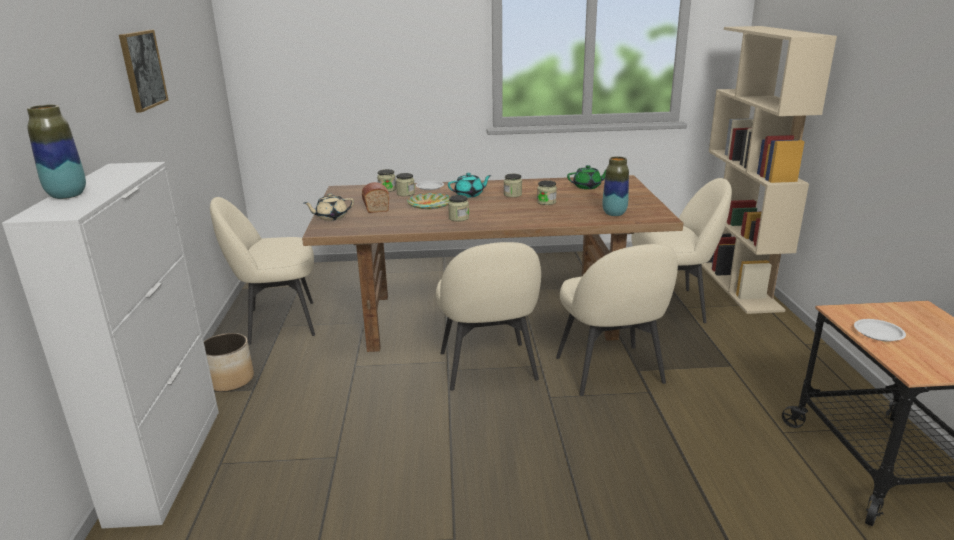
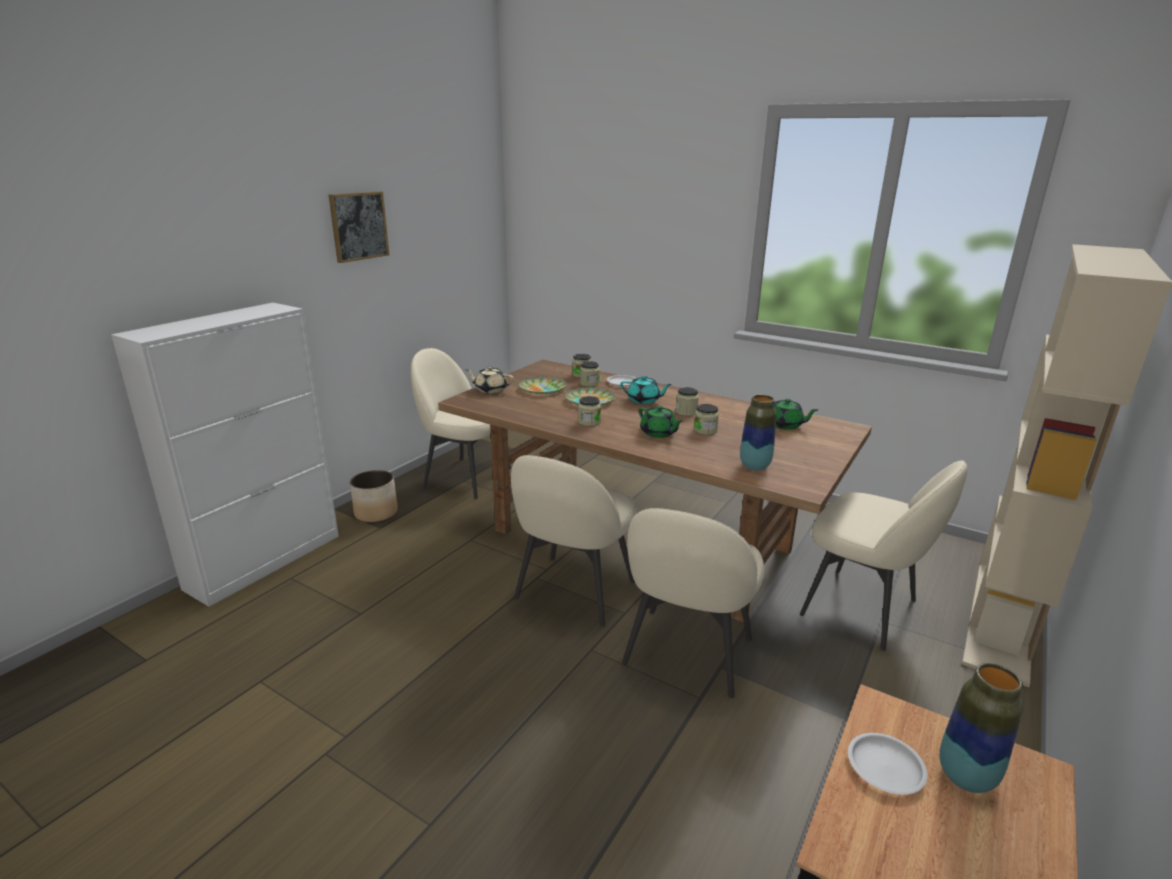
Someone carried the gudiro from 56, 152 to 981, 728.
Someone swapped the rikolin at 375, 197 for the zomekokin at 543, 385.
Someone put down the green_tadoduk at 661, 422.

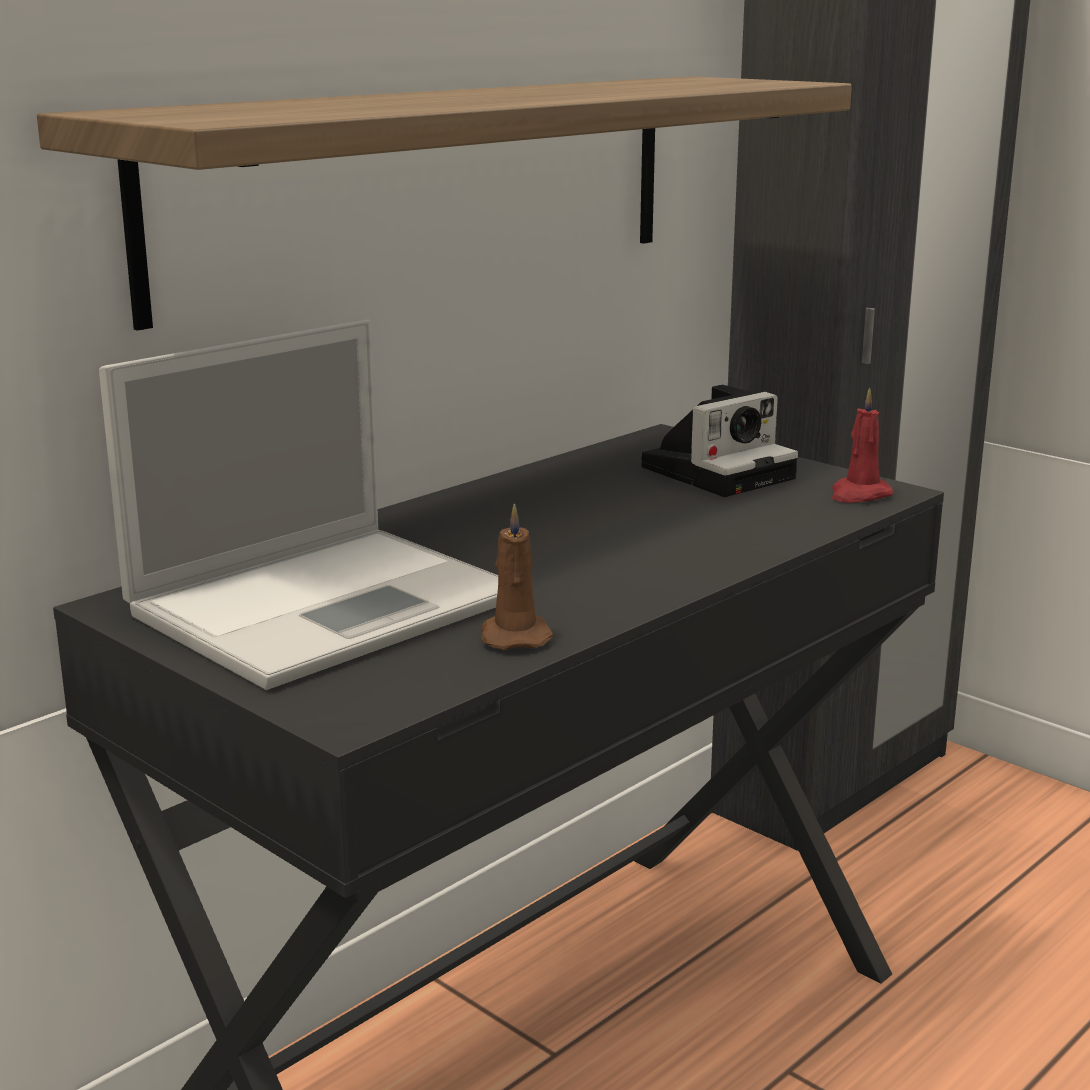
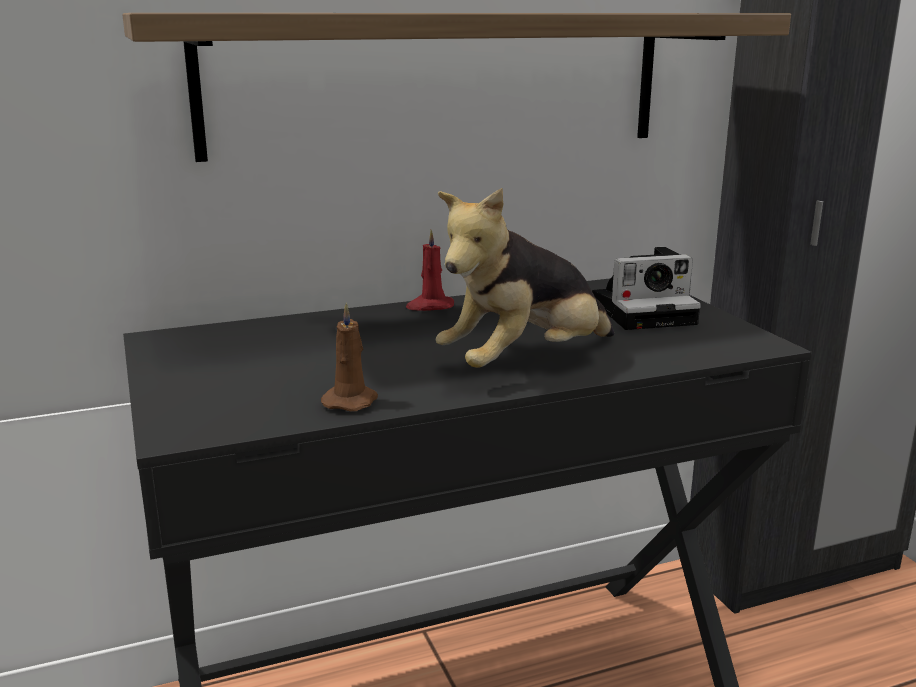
Someone took away the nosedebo at 298, 504.
Someone carried the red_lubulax from 863, 445 to 430, 270.
Someone put down the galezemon at 525, 278.

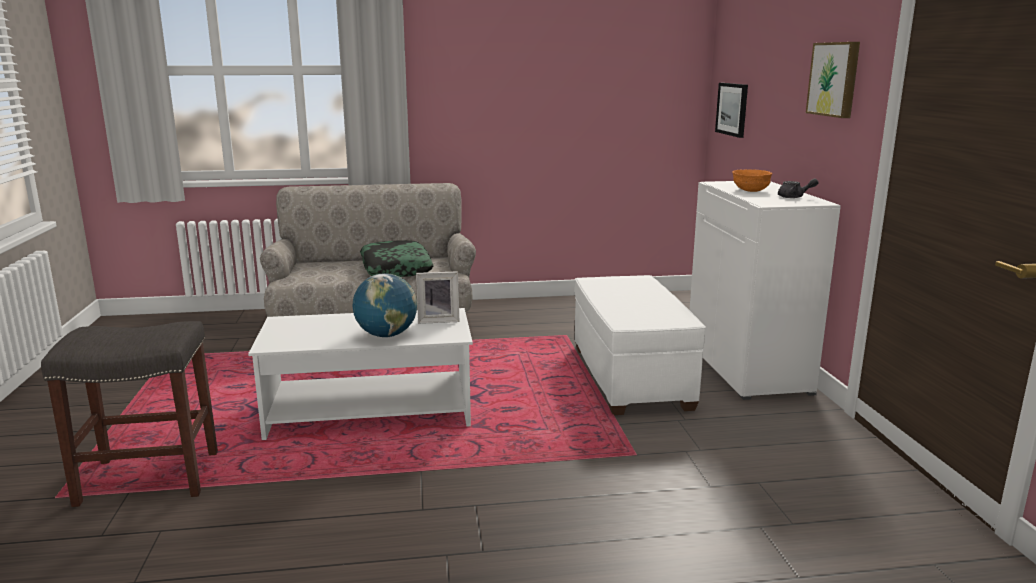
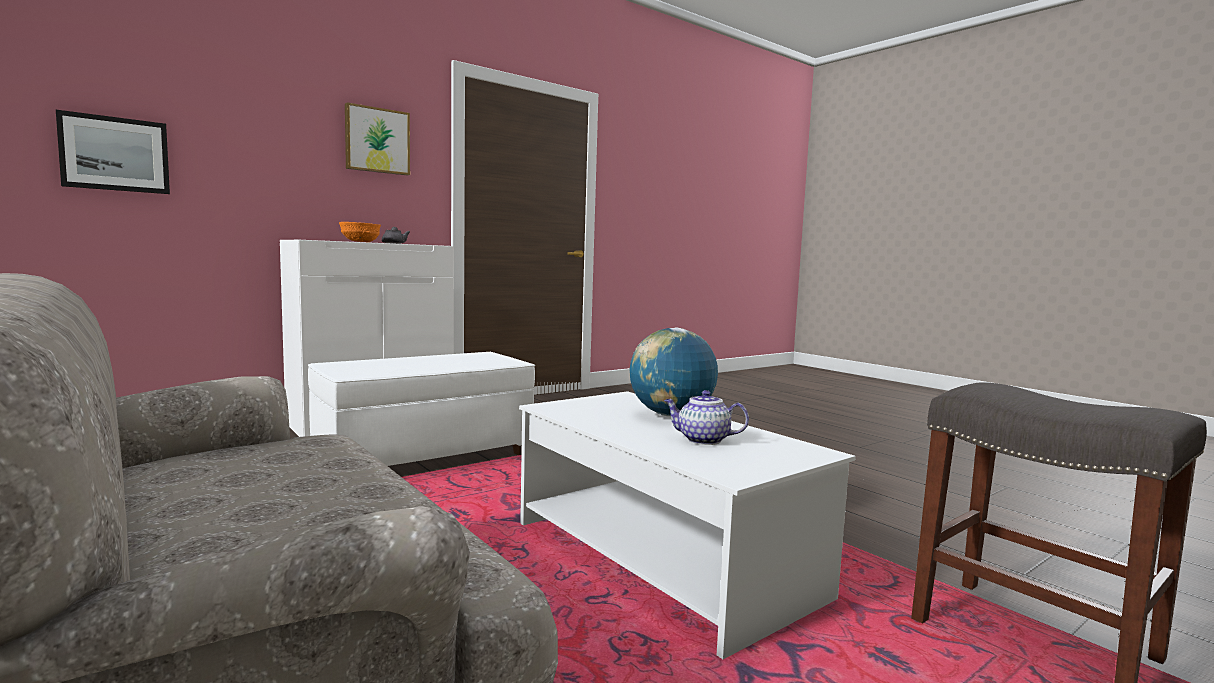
Someone took away the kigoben at 397, 258.
Someone took away the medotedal at 438, 297.
Someone put down the tadoduk at 706, 417.

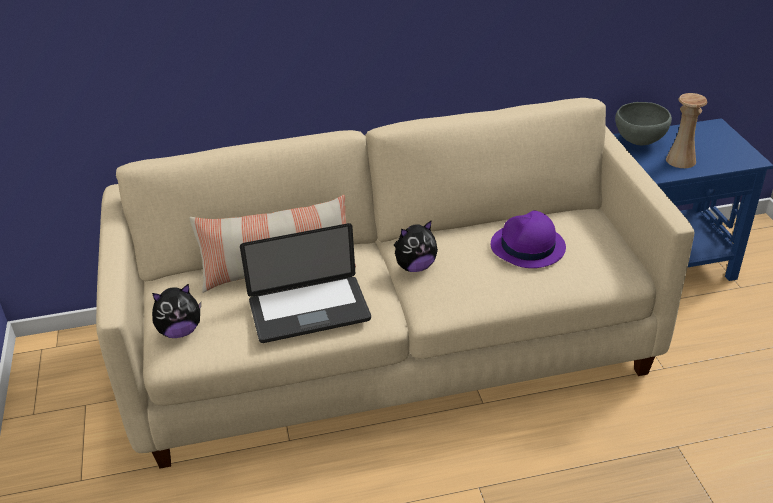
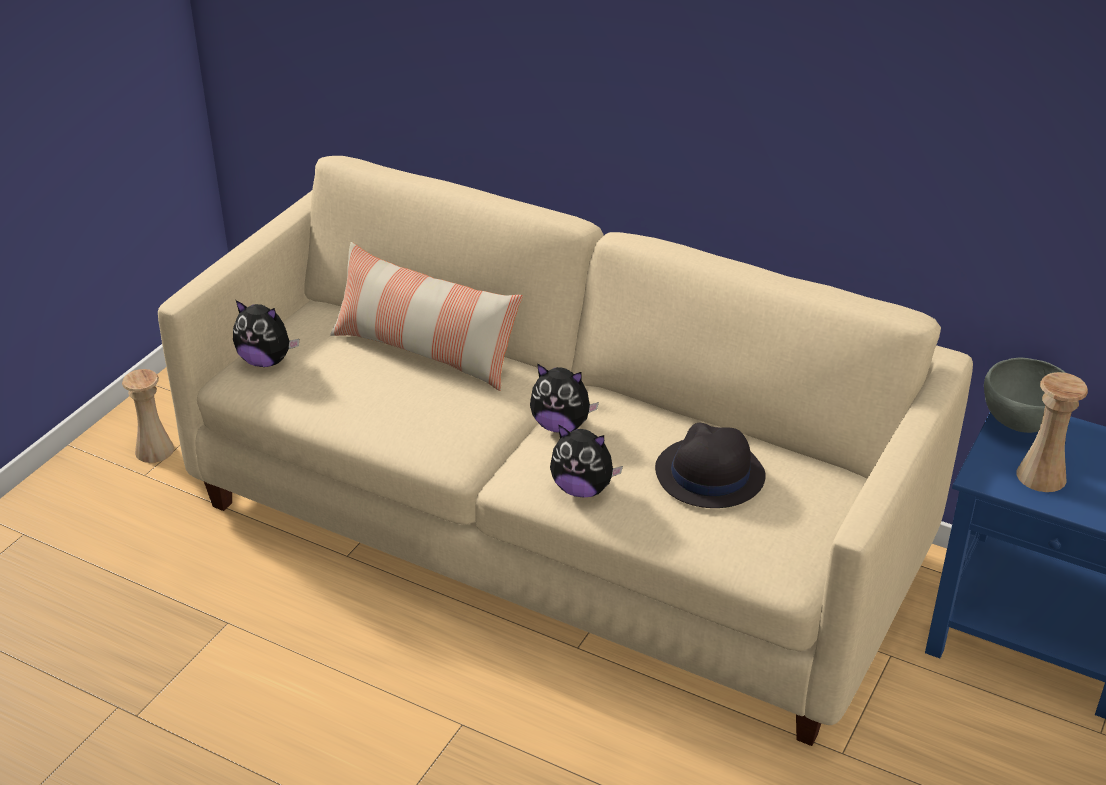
Someone repainted the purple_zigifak at 528, 239, which became the black_zigifak at 710, 465.
Someone took away the nosedebo at 305, 283.
Someone put down the beige_gudiro at 148, 416.
Someone put down the galezemon at 586, 461.

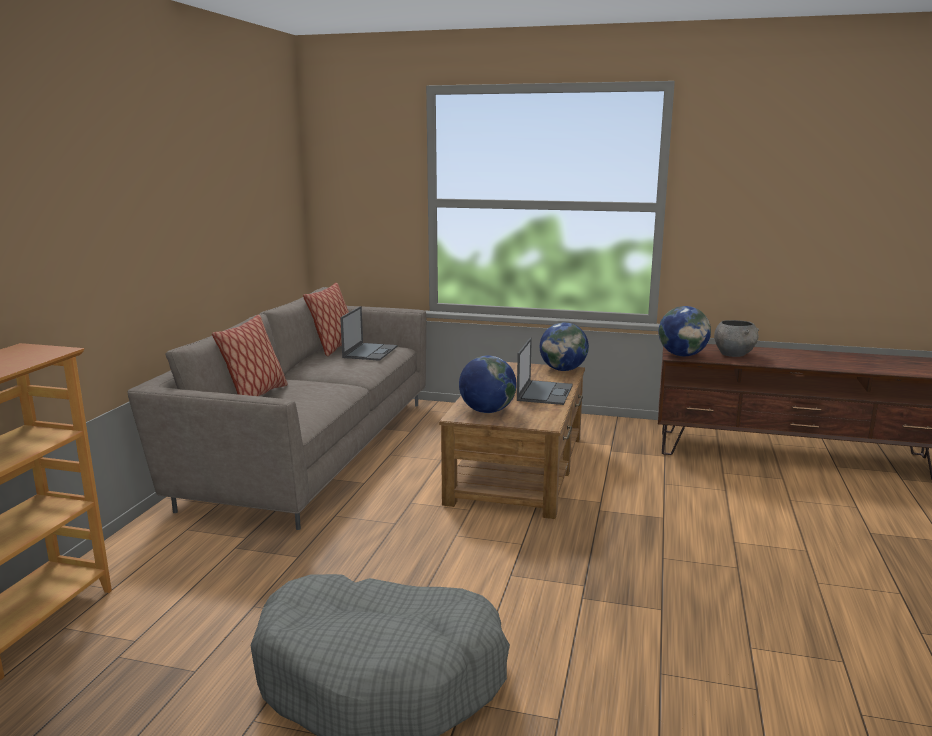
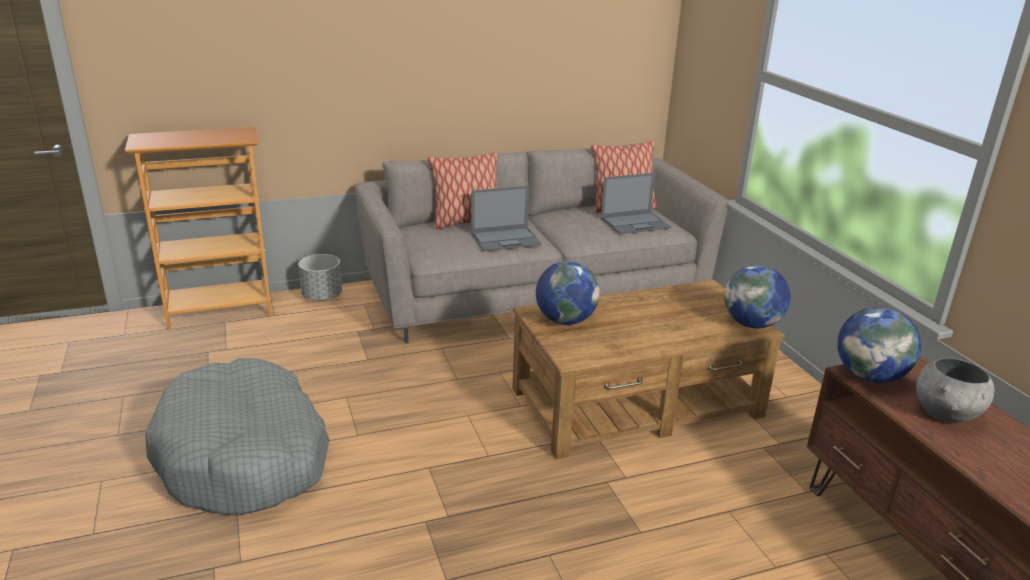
Someone carried the nosedebo from 545, 371 to 506, 218.
Someone put down the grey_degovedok at 320, 277.

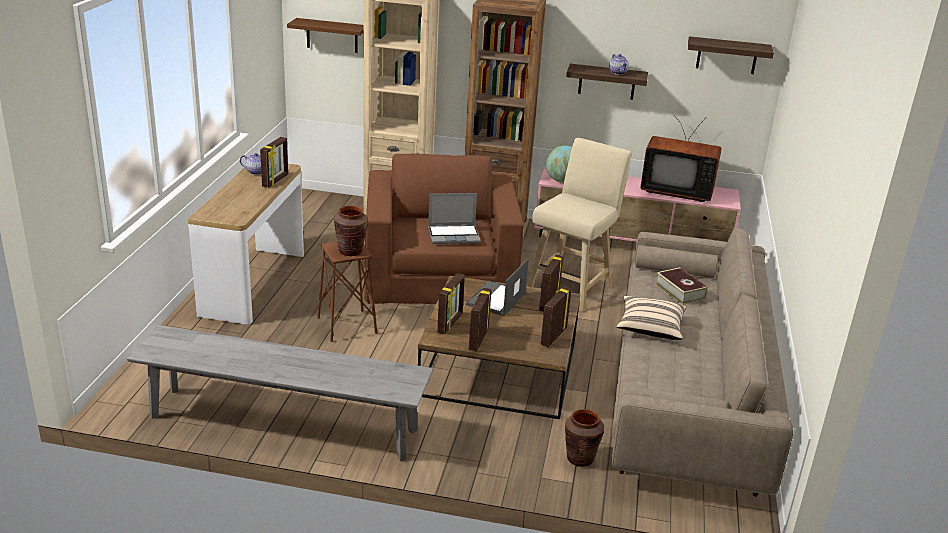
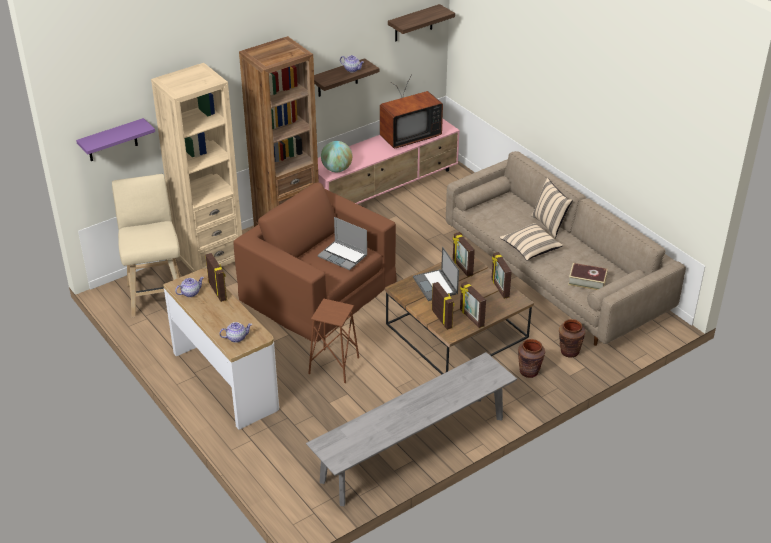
Someone repainted the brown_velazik at 325, 35, which became the purple_velazik at 115, 139.
Someone carried the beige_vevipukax from 579, 224 to 146, 245.
Someone rotated the nosedebo at 454, 218 by 90 degrees clockwise.
Someone carried the brown_gudiro from 351, 231 to 531, 358.
Someone carried the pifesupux from 681, 286 to 588, 276.
Someone put down the beige_kigoben at 552, 208.
Someone put down the tadoduk at 235, 332.

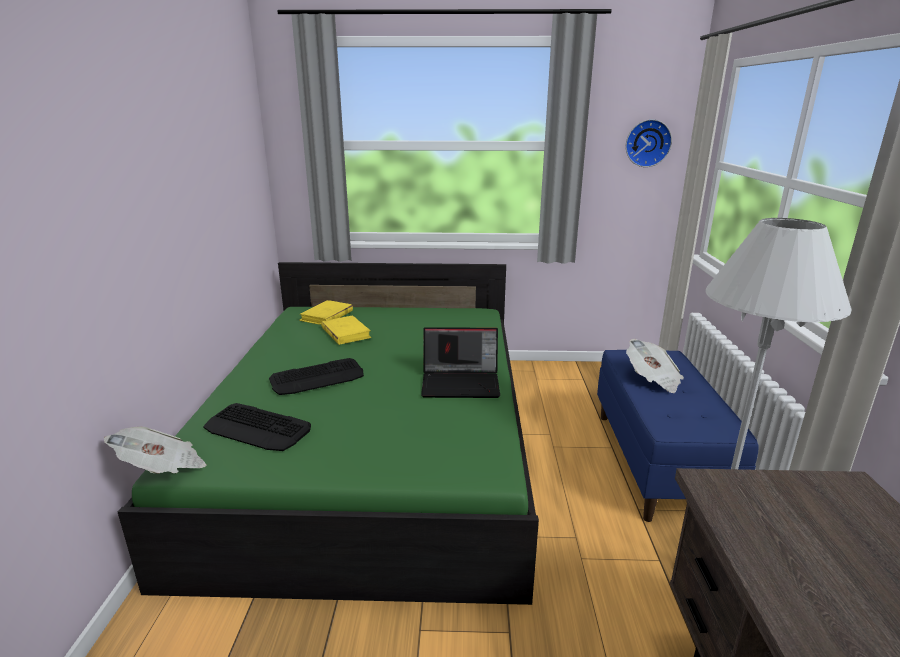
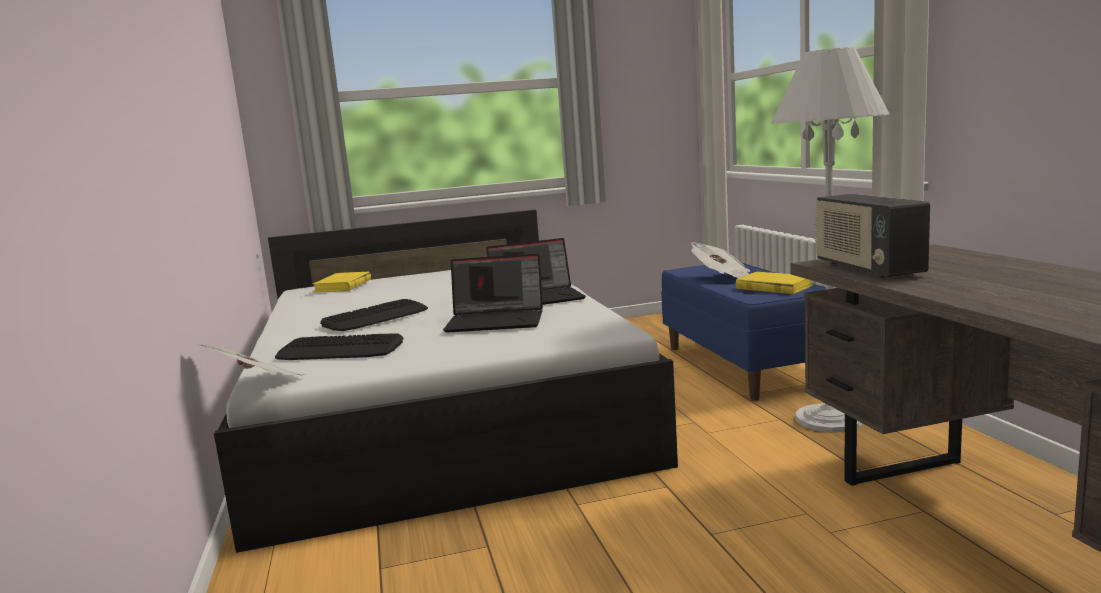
Someone took away the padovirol at 649, 143.
Someone repainted the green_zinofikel at 328, 433, which became the white_zinofikel at 446, 381.
Someone carried the yellow_pifesupux from 346, 330 to 774, 283.
Someone put down the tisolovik at 872, 236.
Someone put down the nosedebo at 493, 293.

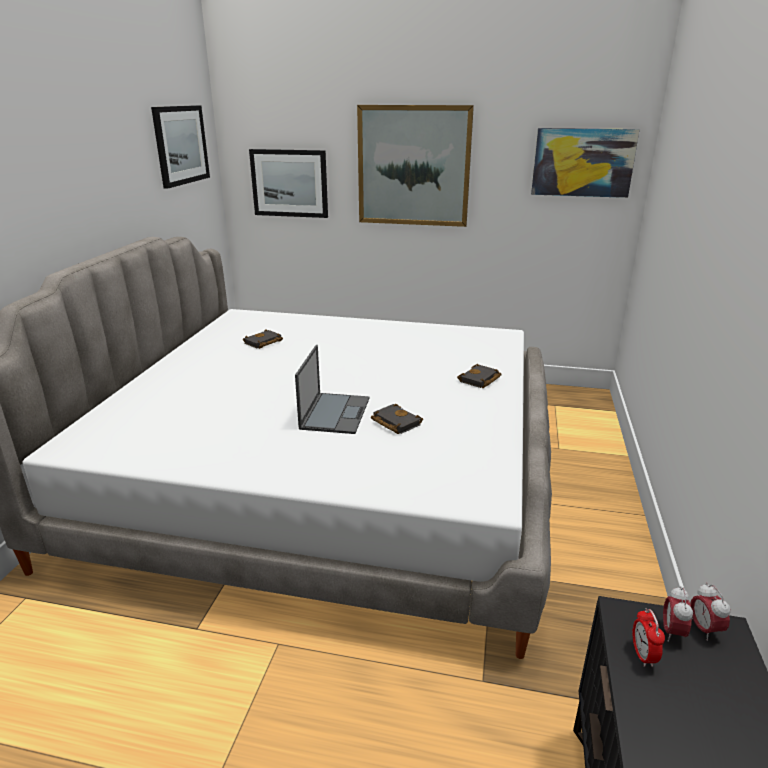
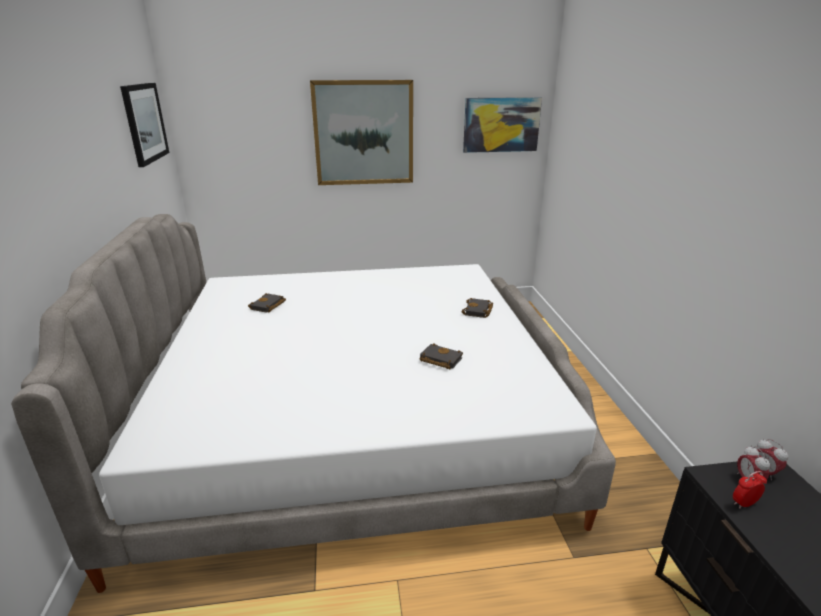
Someone took away the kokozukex at 288, 183.
Someone took away the nosedebo at 332, 389.
Someone rotated the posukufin at 648, 637 by 90 degrees clockwise.

